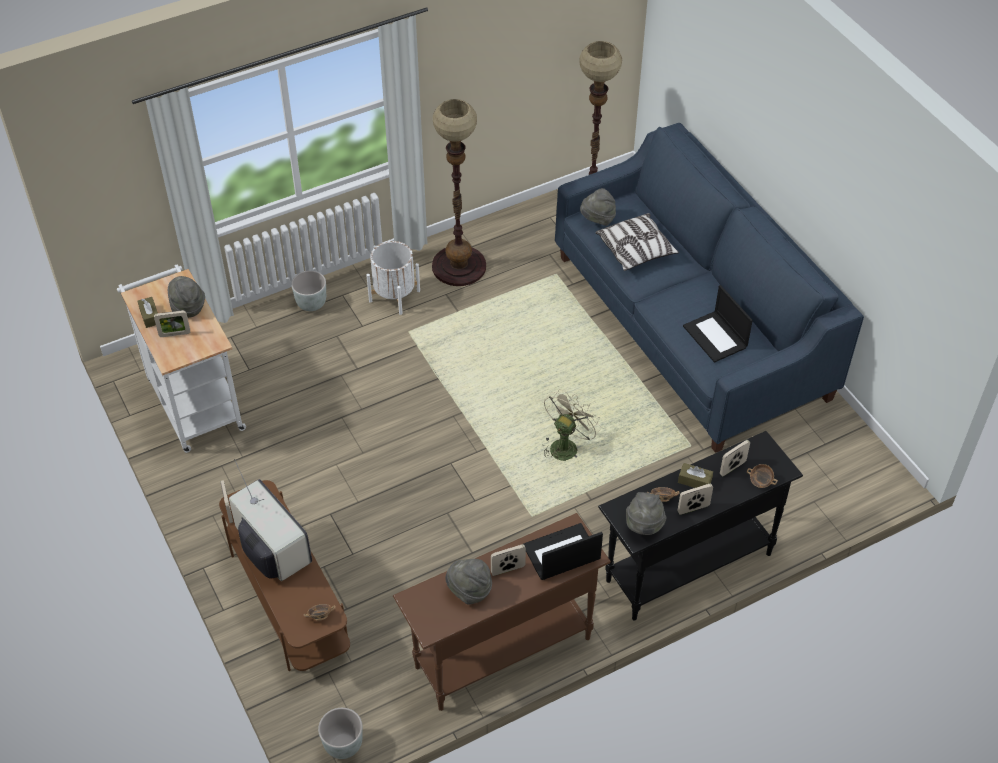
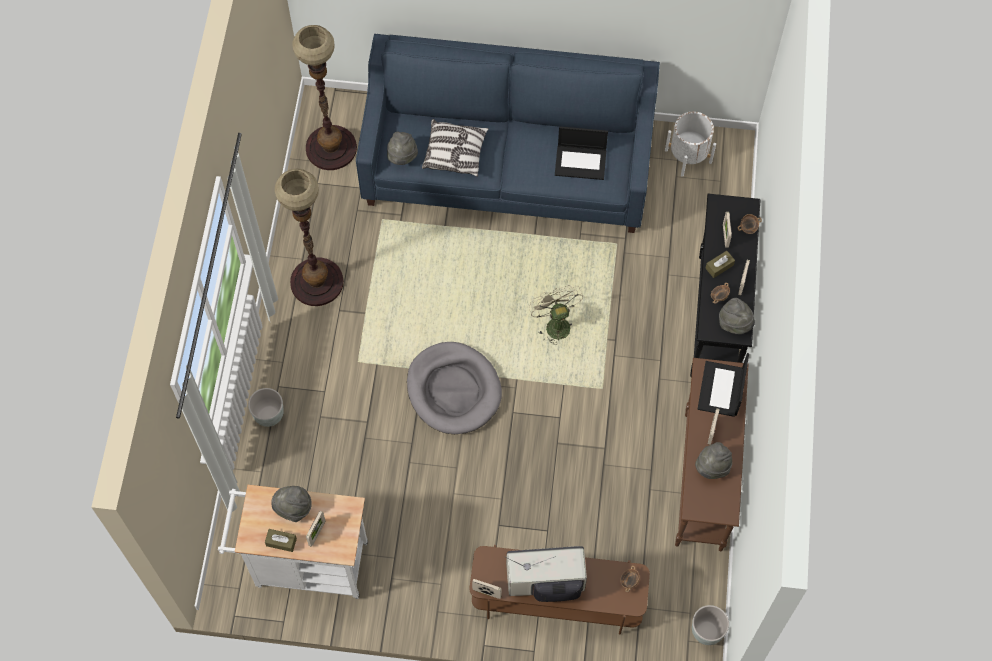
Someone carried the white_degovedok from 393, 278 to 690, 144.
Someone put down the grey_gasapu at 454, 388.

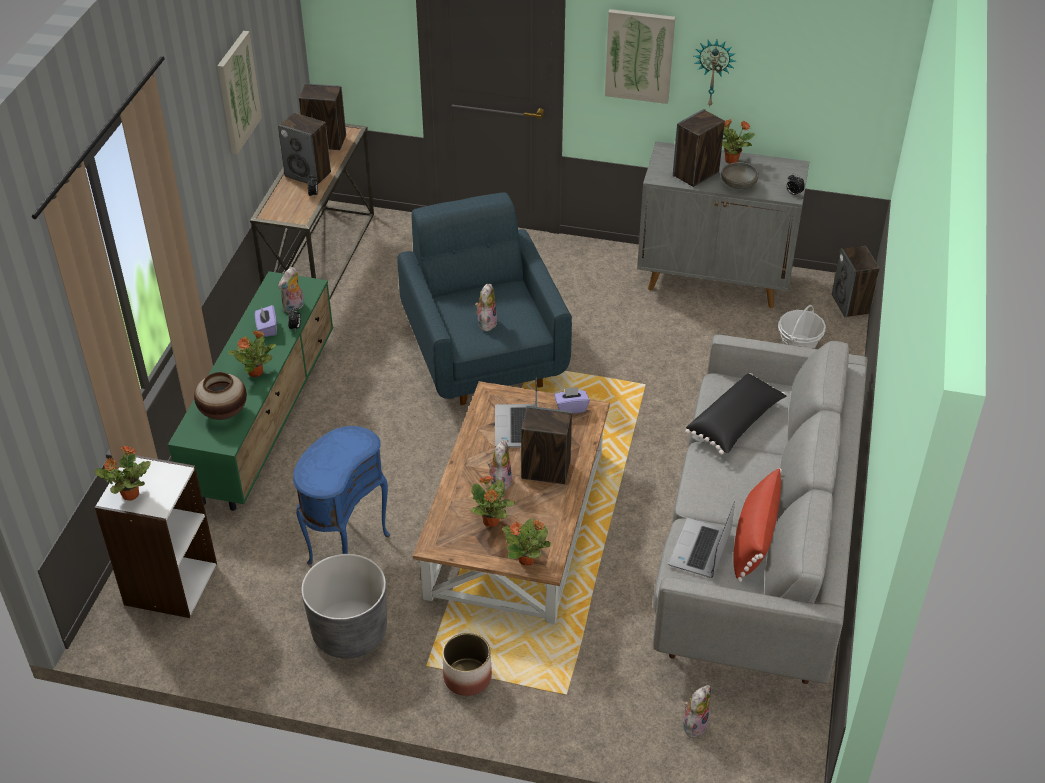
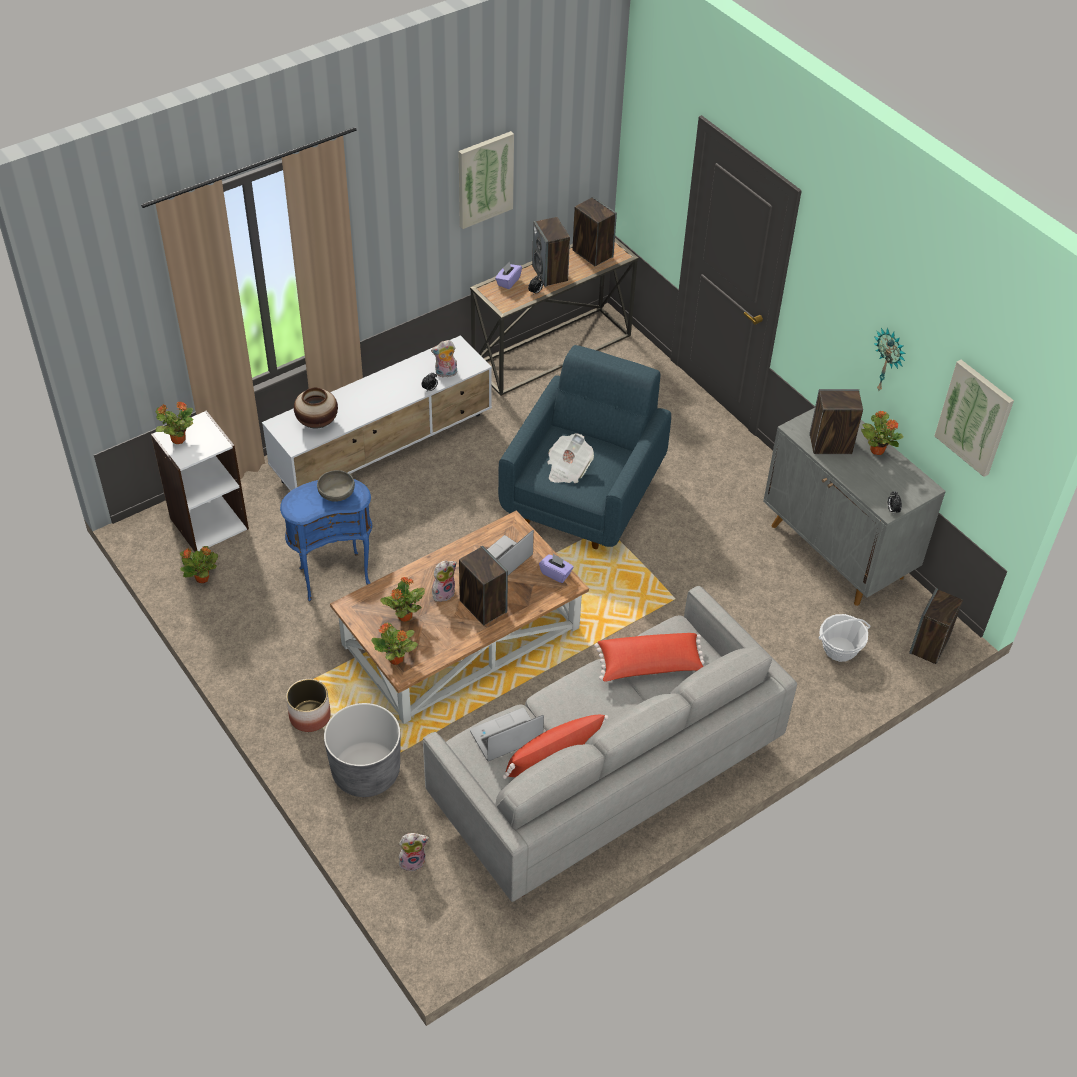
Someone carried the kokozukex from 640, 56 to 974, 418.
Someone carried the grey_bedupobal from 740, 175 to 336, 486.
Someone repainted the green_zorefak at 250, 391, which became the white_zorefak at 377, 413.
Someone swapped the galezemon at 486, 307 for the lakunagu at 570, 458.
Someone carried the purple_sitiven from 266, 321 to 508, 275.
Someone carried the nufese from 252, 353 to 199, 564.
Someone repainted the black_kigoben at 735, 414, which became the red_kigoben at 649, 657.
Someone carried the grey_degovedok from 344, 606 to 362, 750.

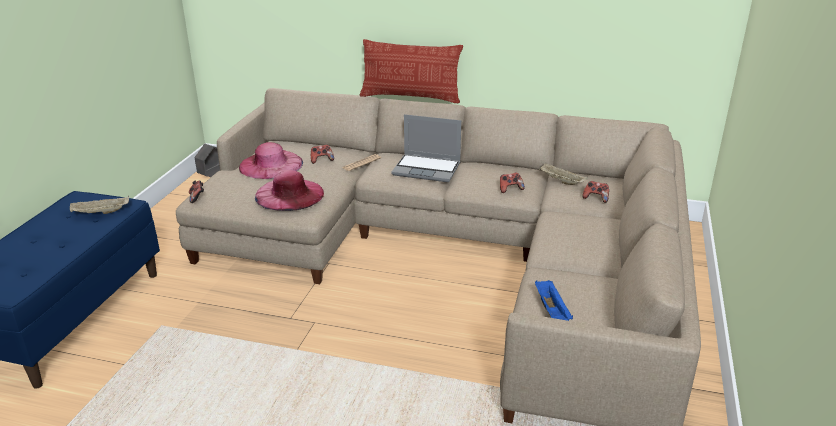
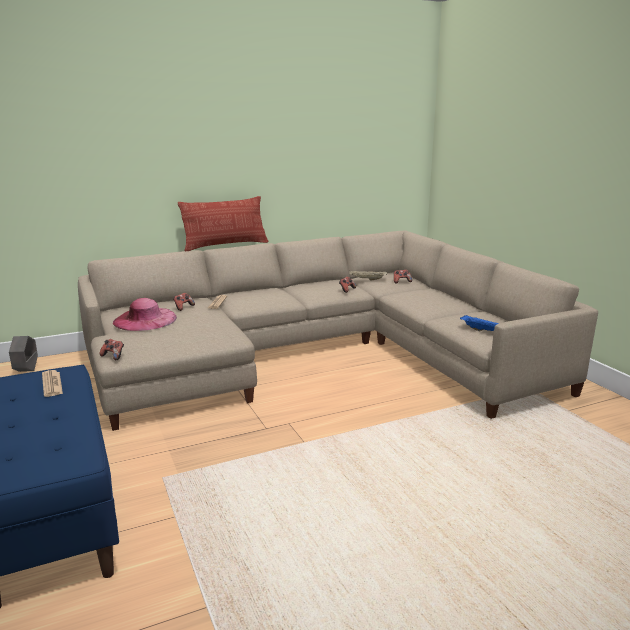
Someone took away the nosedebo at 426, 148.
Someone took away the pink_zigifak at 289, 190.
Someone swapped the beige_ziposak at 99, 205 for the lakunagu at 52, 383.

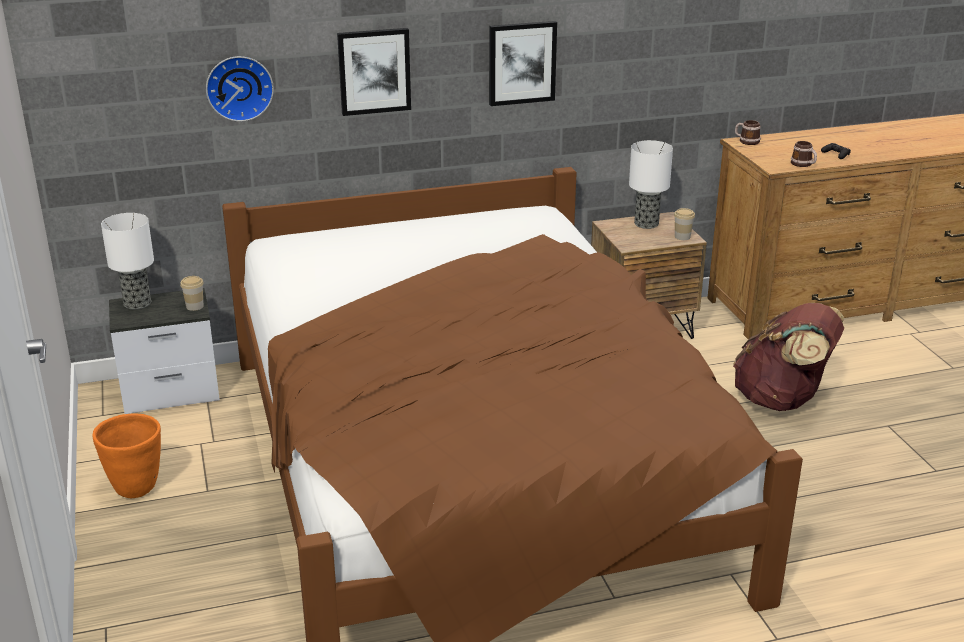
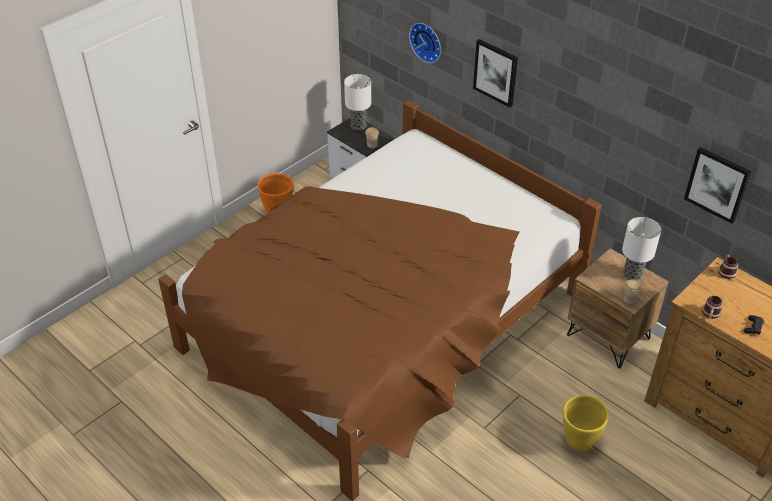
Someone carried the kokozukex from 523, 63 to 717, 185.
Someone swapped the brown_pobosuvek at 788, 357 for the yellow_degovedok at 586, 423.

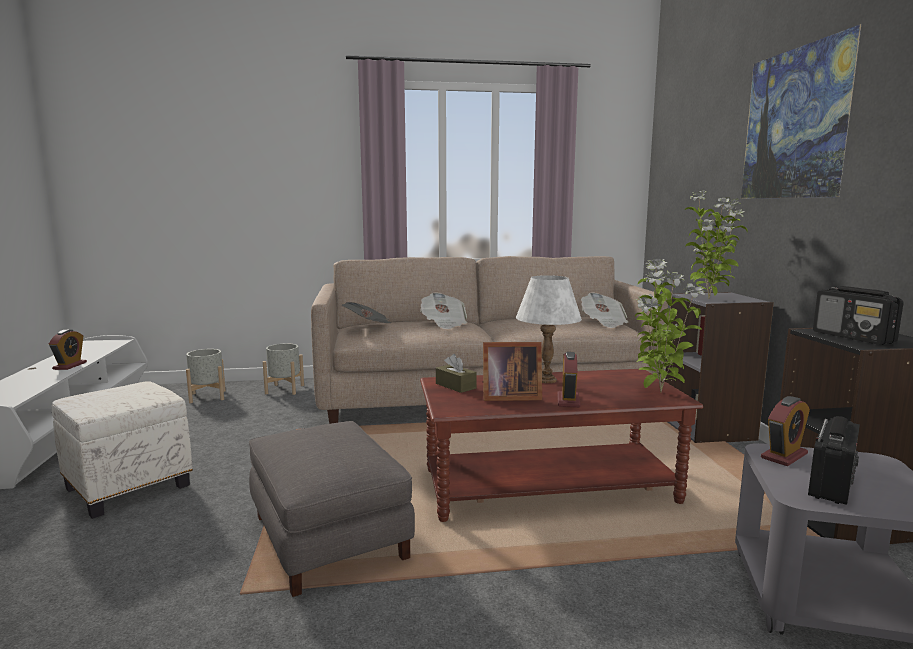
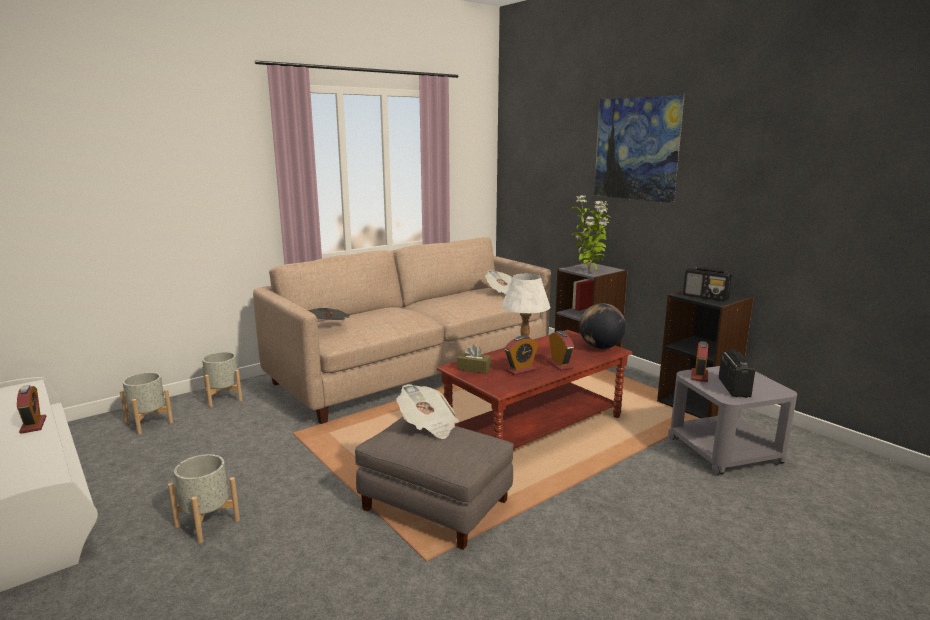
Someone swapped the nufese at 670, 325 for the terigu at 602, 326.
Someone carried the lakunagu from 443, 311 to 427, 411.
Someone swapped the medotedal at 512, 371 for the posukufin at 522, 355.
Someone swapped the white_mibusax at 122, 450 for the grey_degovedok at 204, 498.

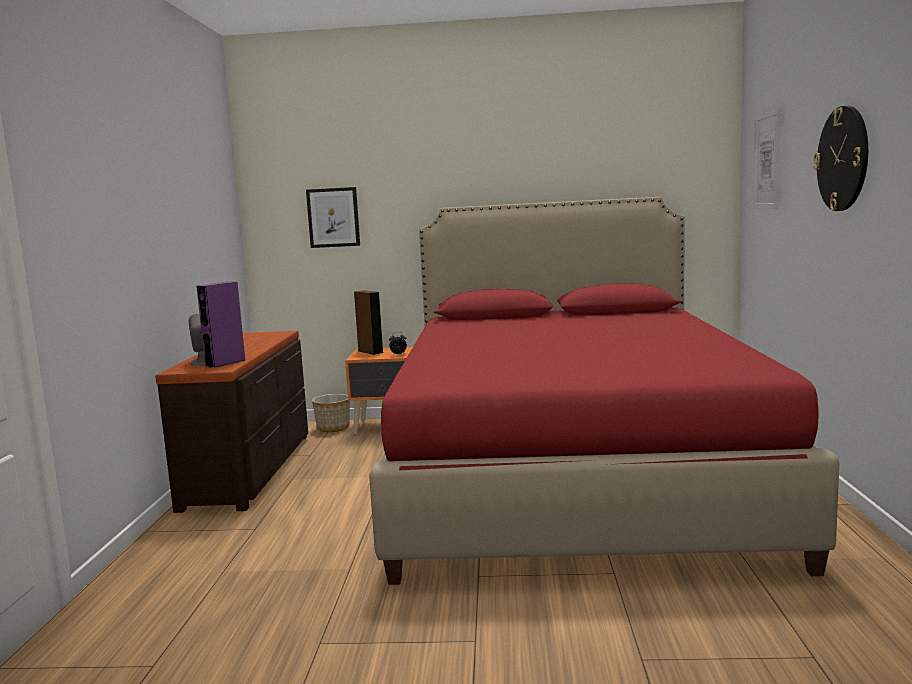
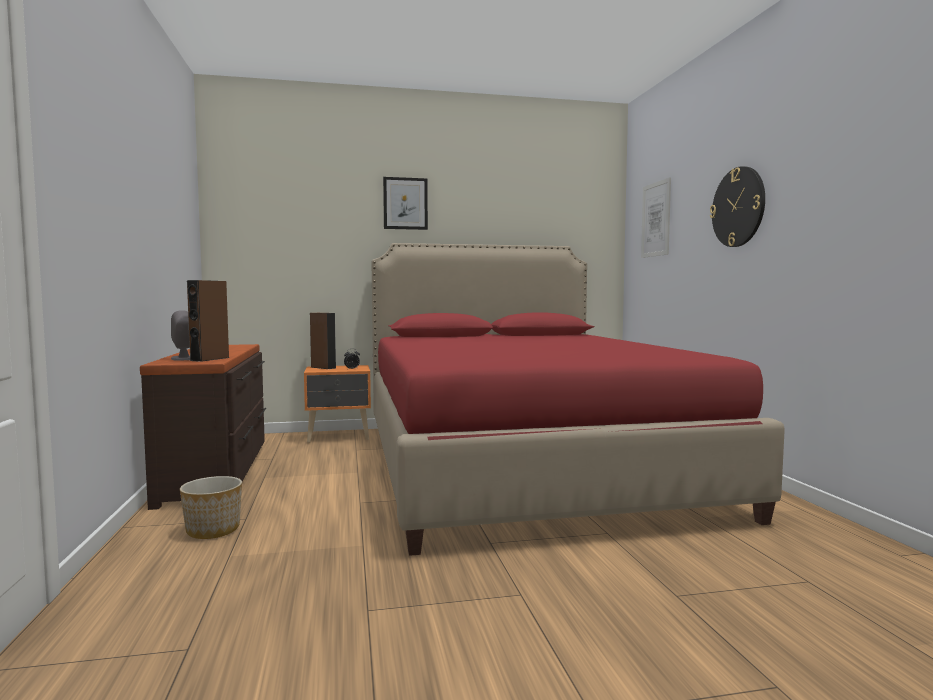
Someone carried the kokozukex from 333, 217 to 405, 203.
Someone repainted the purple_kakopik at 220, 325, which became the brown_kakopik at 208, 321.
Someone carried the degovedok from 331, 413 to 211, 507.

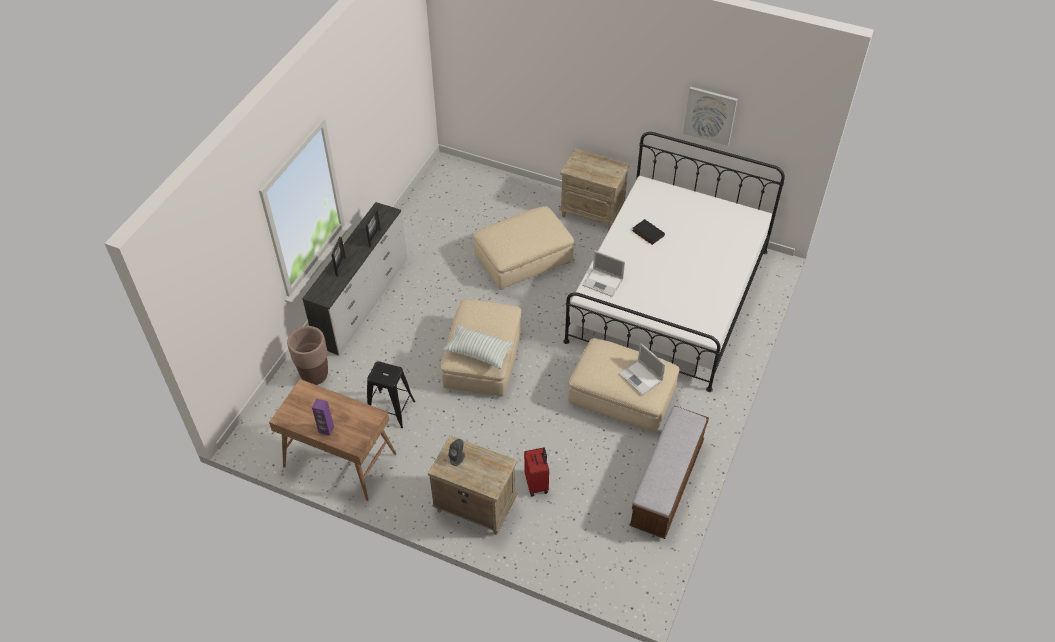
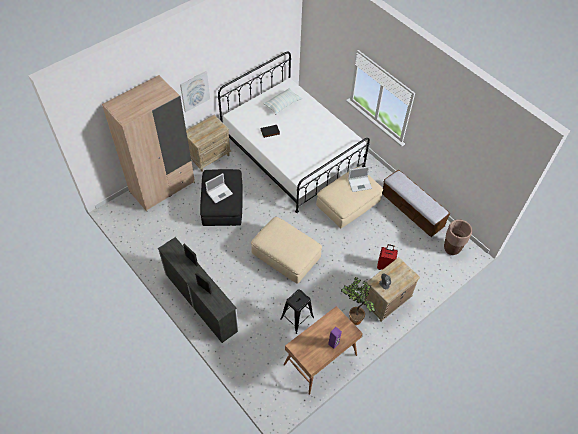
Someone carried the kokozukex from 710, 116 to 195, 91.
Someone repainted the beige_mibusax at 523, 248, which became the black_mibusax at 221, 197.
Someone carried the nosedebo from 603, 274 to 219, 188.
Someone carried the kigoben from 478, 347 to 282, 101.
Someone carried the brown_degovedok from 307, 355 to 458, 237.
Someone put down the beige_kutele at 148, 143.
Someone put down the nufese at 358, 301.

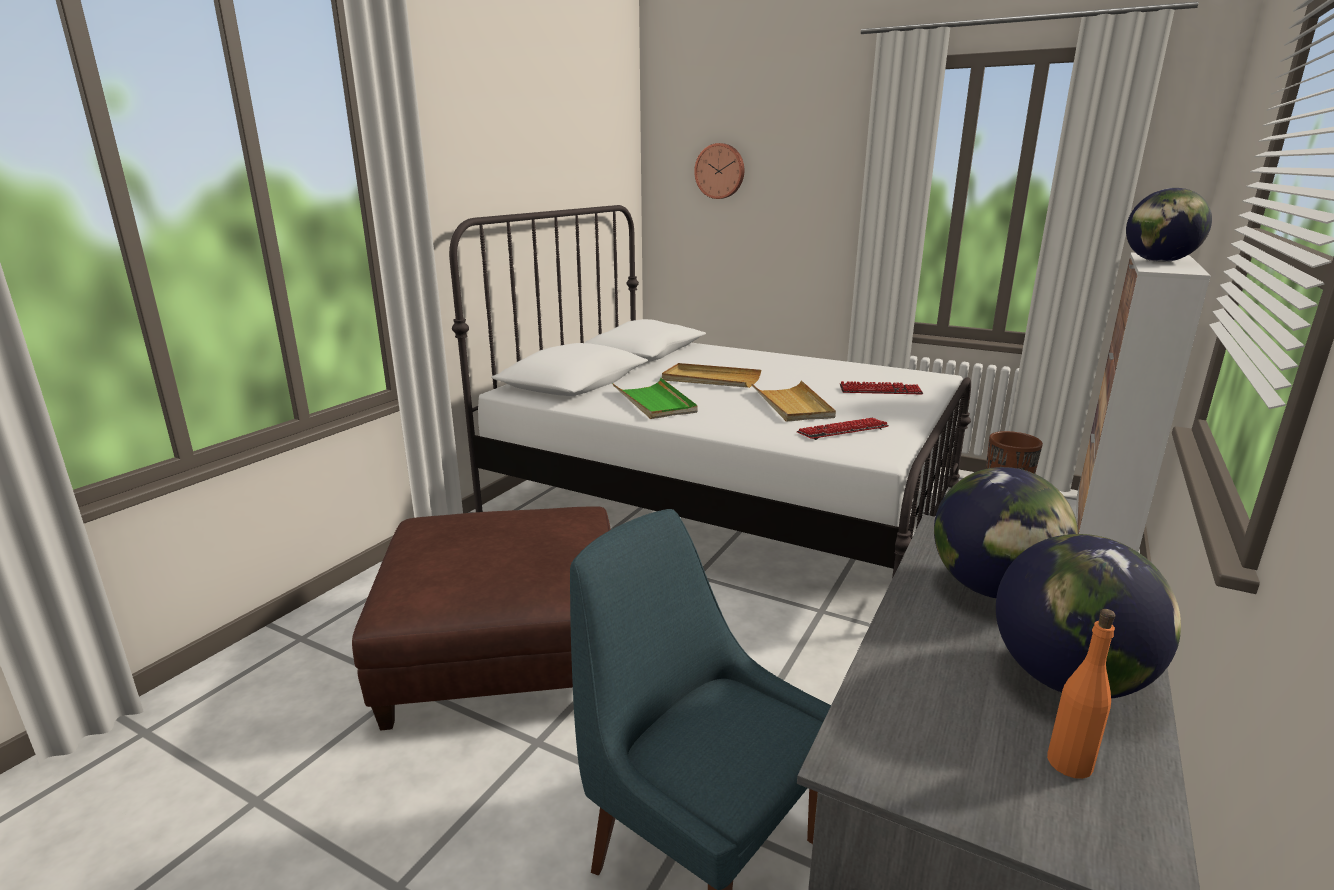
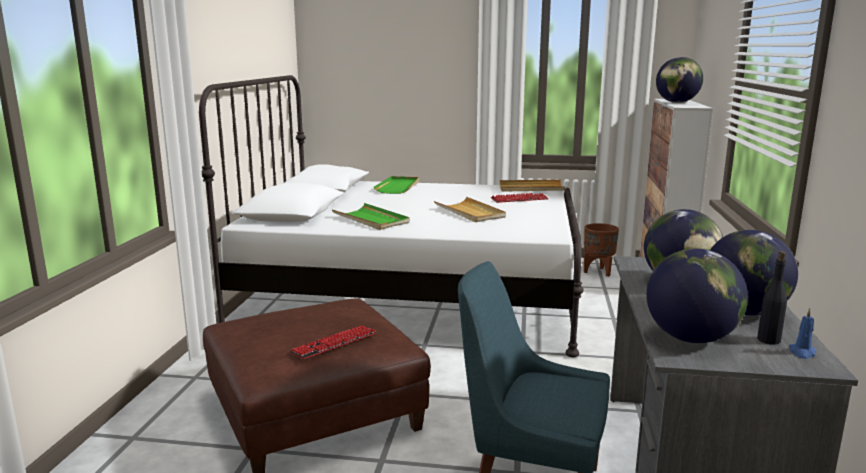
Someone took away the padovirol at 719, 171.
Someone carried the beige_ziposak from 711, 375 to 532, 186.
Someone carried the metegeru from 842, 429 to 333, 342.
Someone repainted the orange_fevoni at 1081, 694, which became the black_fevoni at 772, 298.
Someone put down the green_ziposak at 396, 185.
Someone put down the terigu at 697, 295.
Someone put down the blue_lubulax at 802, 333.

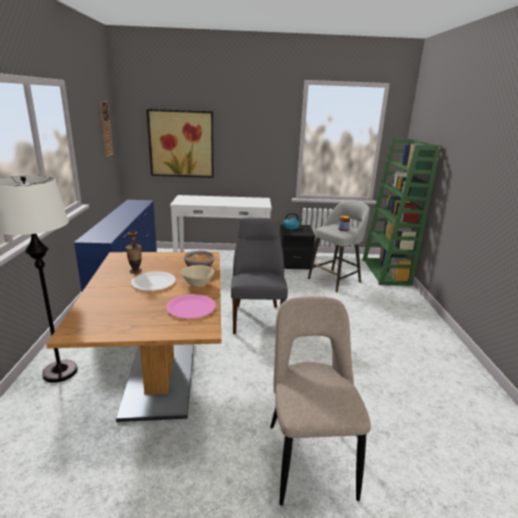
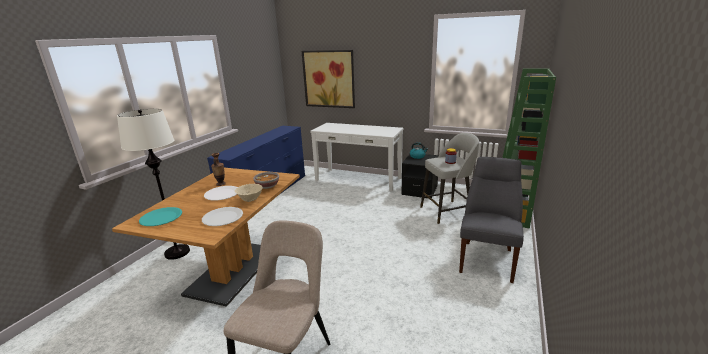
Someone took away the padovirol at 106, 129.
Someone carried the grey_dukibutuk from 259, 276 to 491, 220.
Someone repainted the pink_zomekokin at 191, 306, which became the white_zomekokin at 222, 216.
Someone put down the turquoise_zomekokin at 160, 216.

